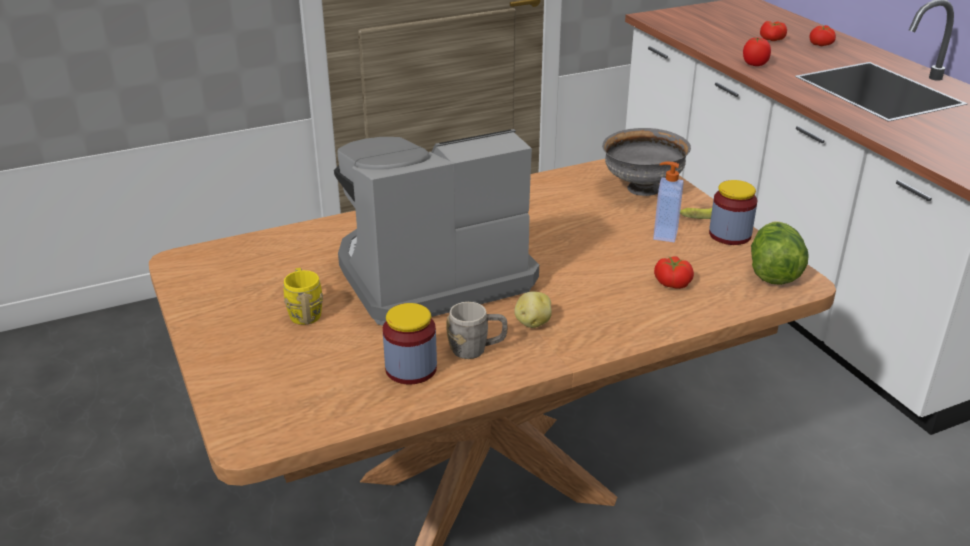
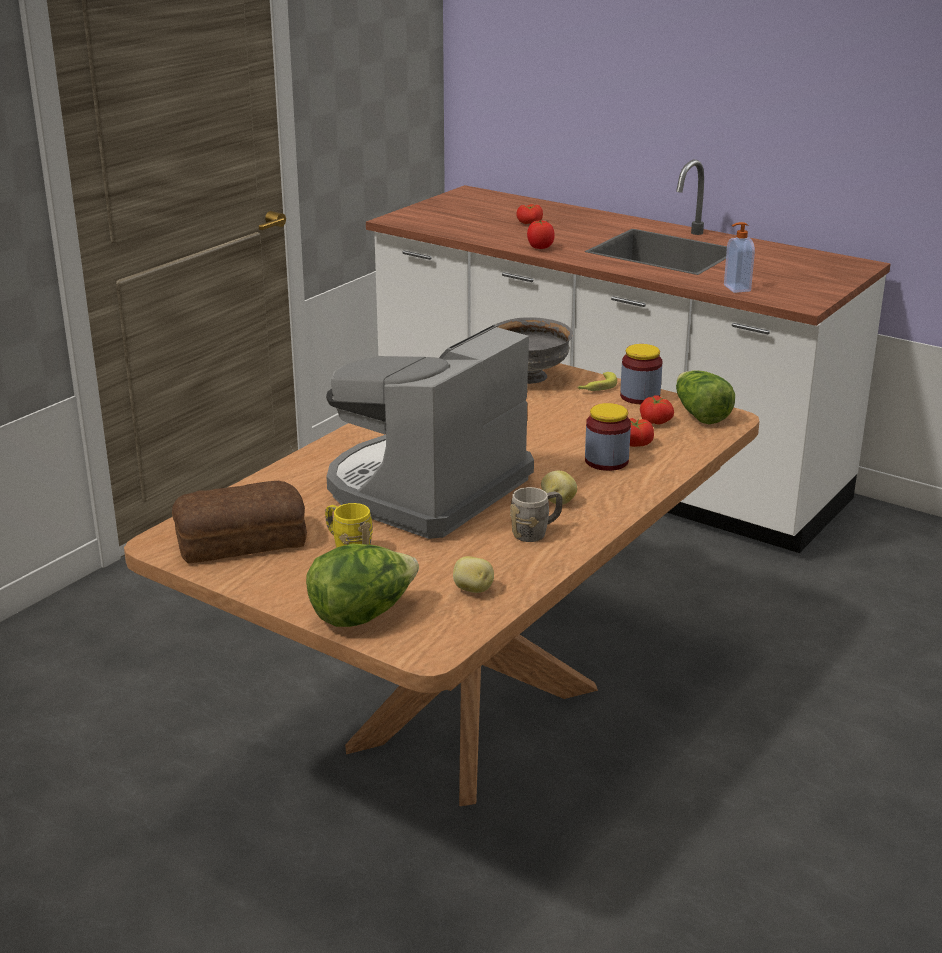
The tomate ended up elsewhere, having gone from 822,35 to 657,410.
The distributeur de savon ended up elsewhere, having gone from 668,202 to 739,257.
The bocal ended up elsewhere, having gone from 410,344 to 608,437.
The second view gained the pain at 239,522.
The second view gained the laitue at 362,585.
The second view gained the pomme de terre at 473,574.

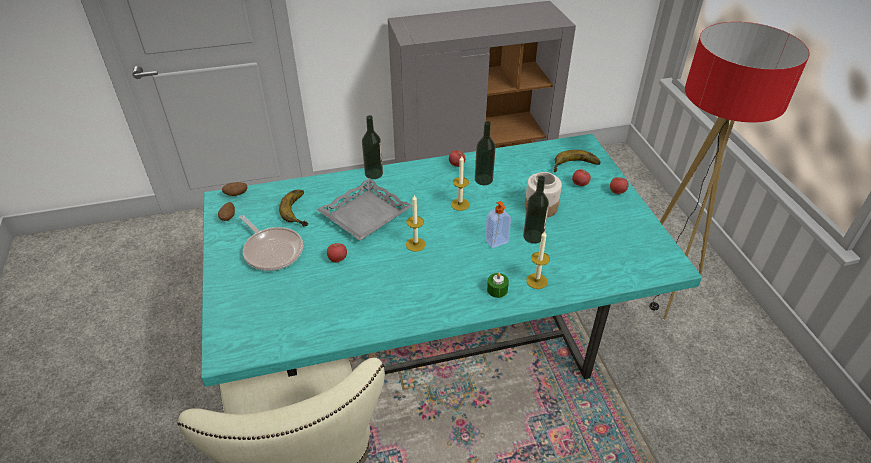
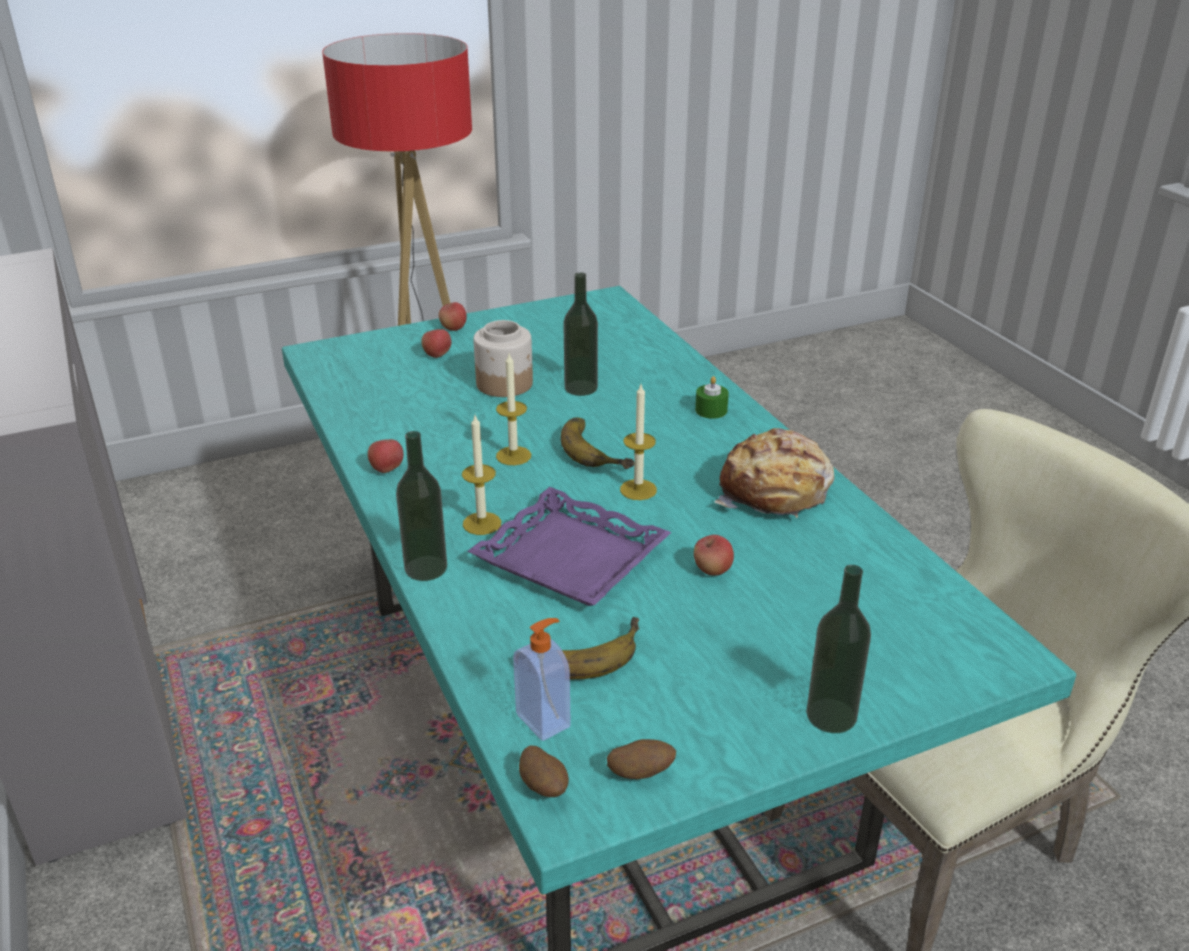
The bouteille ended up elsewhere, having gone from 485,153 to 838,649.
The banane ended up elsewhere, having gone from 577,161 to 597,443.
What was the plateau/gris at 364,209 turned into the plateau/violet at 569,546.
The distributeur de savon ended up elsewhere, having gone from 498,224 to 542,679.
The second view lost the poêle at 271,243.
The bougie ended up elsewhere, having gone from 538,260 to 481,475.
The second view gained the pain at 774,473.

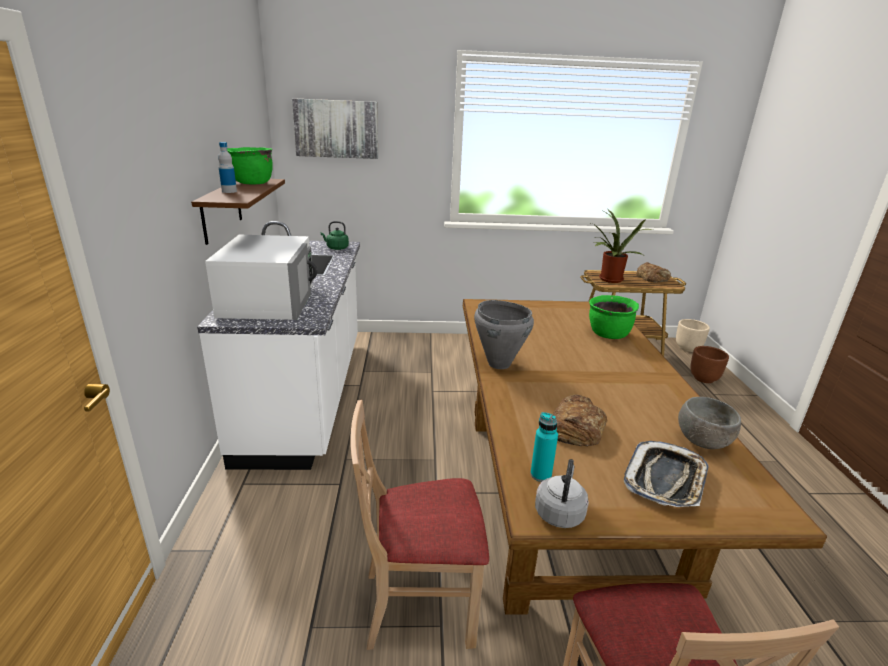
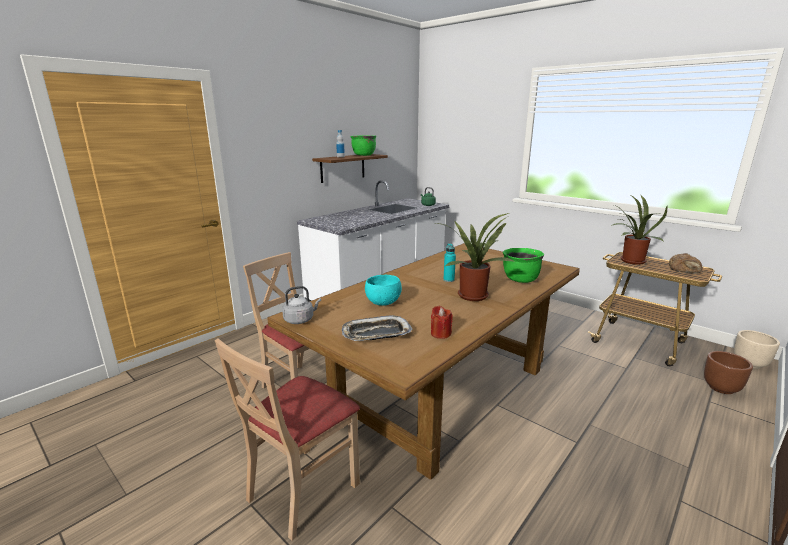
The second view lost the tableau at 335,128.
The second view lost the micro-ondes/blanc at 261,277.
The second view lost the marmite/gris at 504,334.
Where the pain stood at 580,420, the bol/turquoise came to stand at 383,290.
Where the bol/gris stood at 709,423, the bougie/rouge came to stand at 442,322.
The bouteille/turquoise ended up elsewhere, having gone from 544,447 to 449,263.
The second view gained the plante en pot at 476,257.

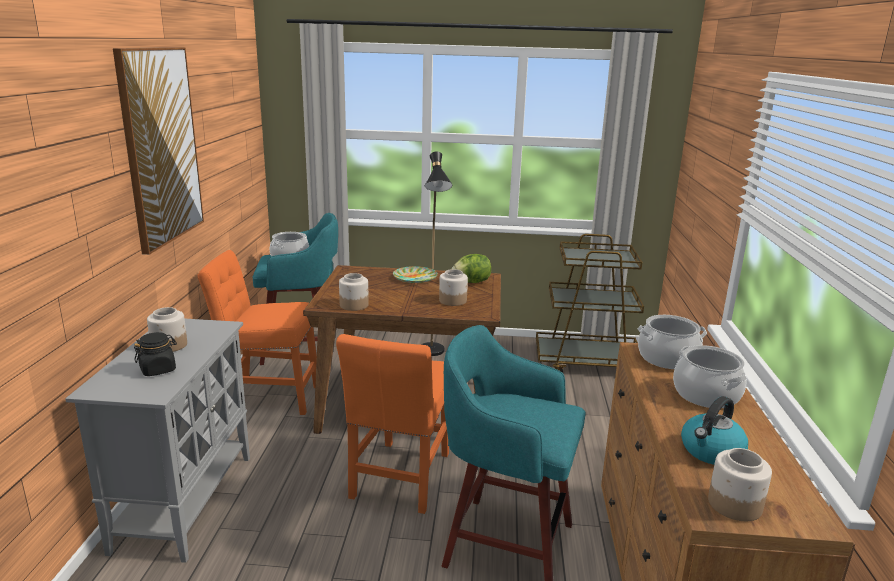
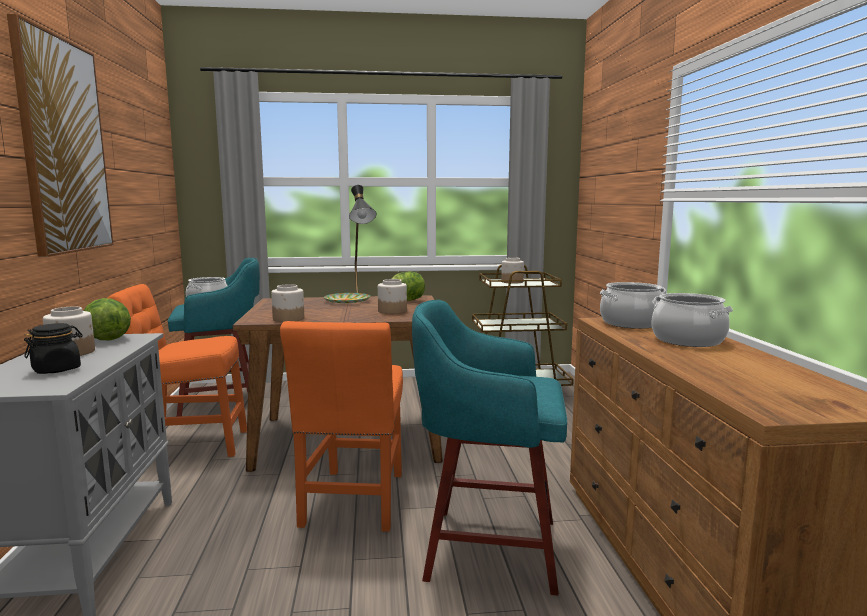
The second view lost the bouilloire at 714,430.
The bocal ended up elsewhere, having gone from 740,484 to 512,270.
The second view gained the laitue at 107,319.

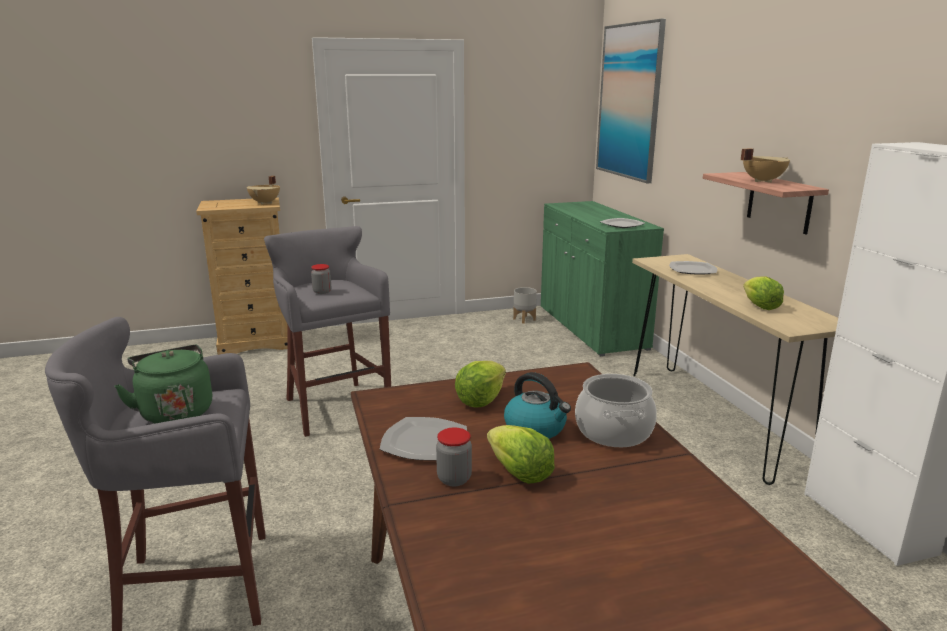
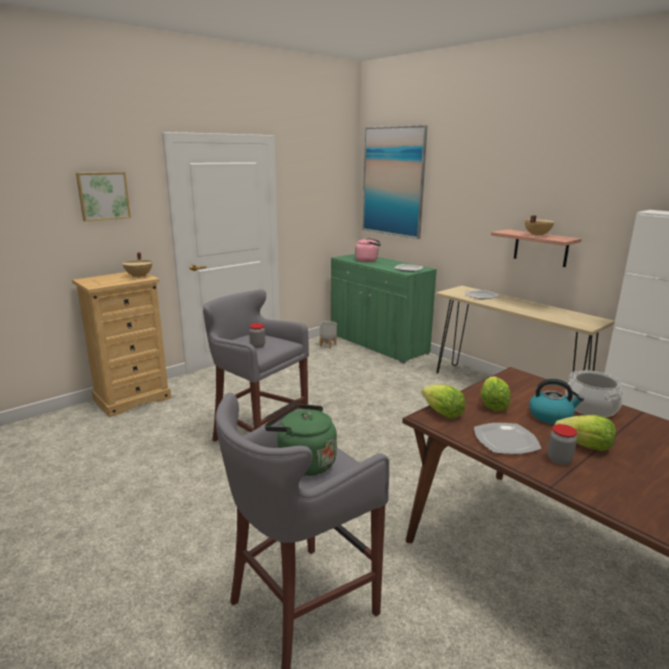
The laitue ended up elsewhere, having gone from 763,293 to 443,401.
The second view gained the tableau at 103,196.
The second view gained the bouilloire/rose at 368,250.

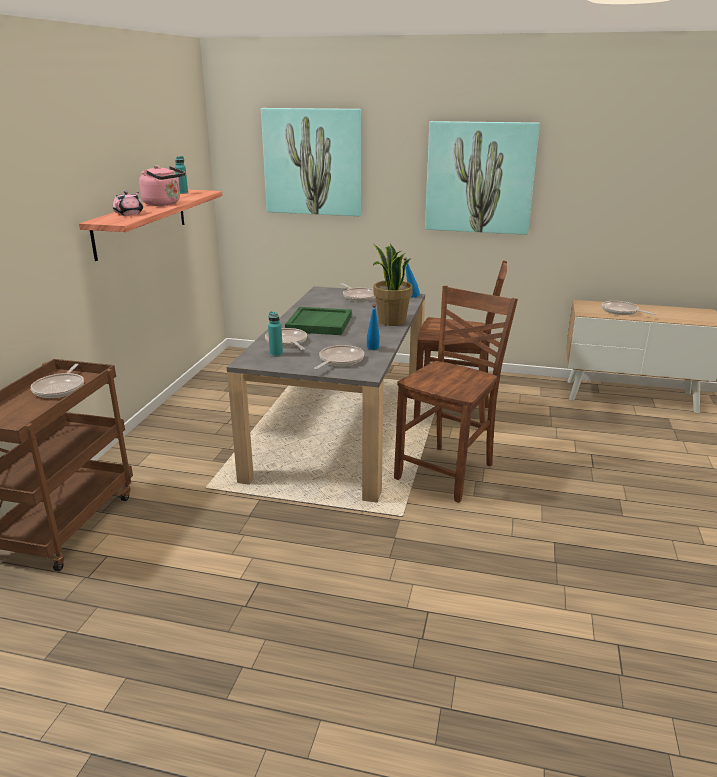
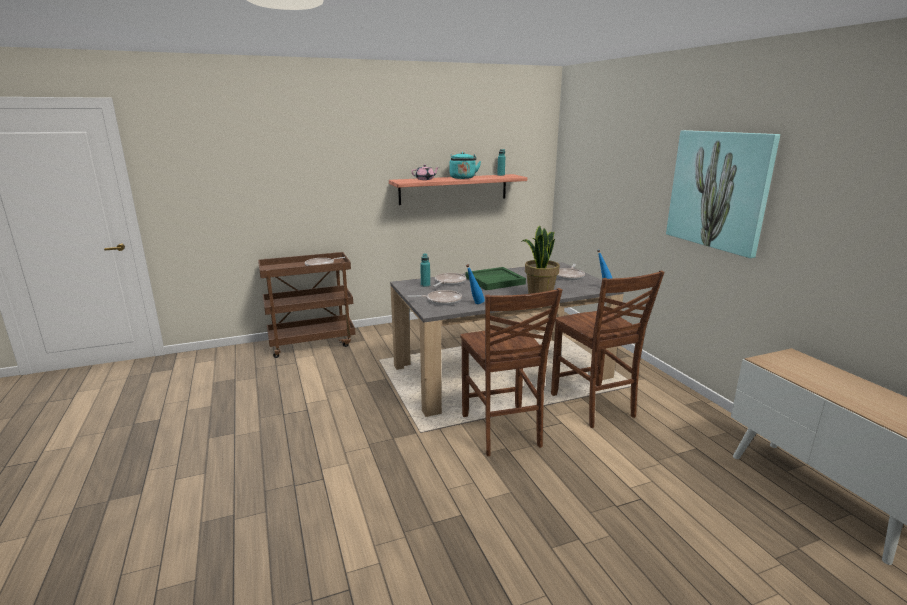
The second view lost the tableau at 311,162.
What was the bouilloire/rose at 162,185 turned into the bouilloire/turquoise at 465,165.
The chaise/marron at 456,394 ended up facing another way, 75 degrees clockwise from before.
The second view lost the poêle at 629,308.

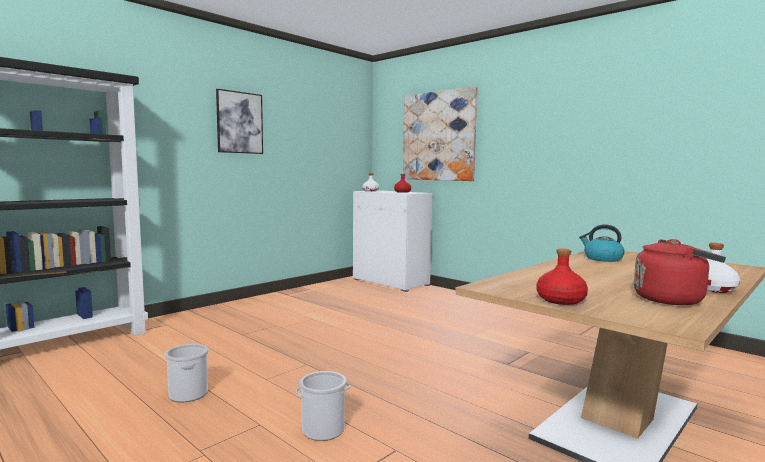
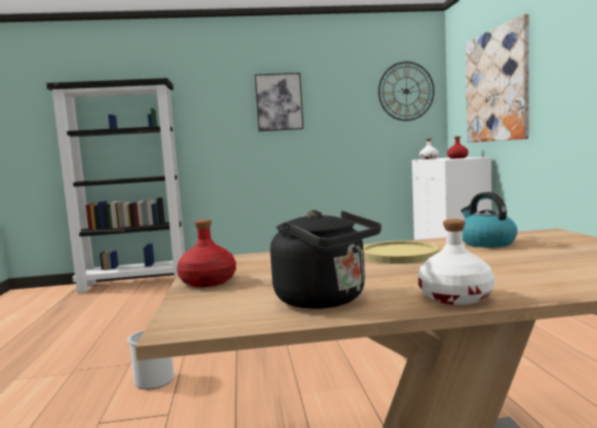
What was the bouilloire/rouge at 680,272 turned into the bouilloire/noir at 326,259.
The second view lost the seau at 187,373.
The second view gained the horloge murale at 406,91.
The second view gained the assiette/jaune at 401,252.

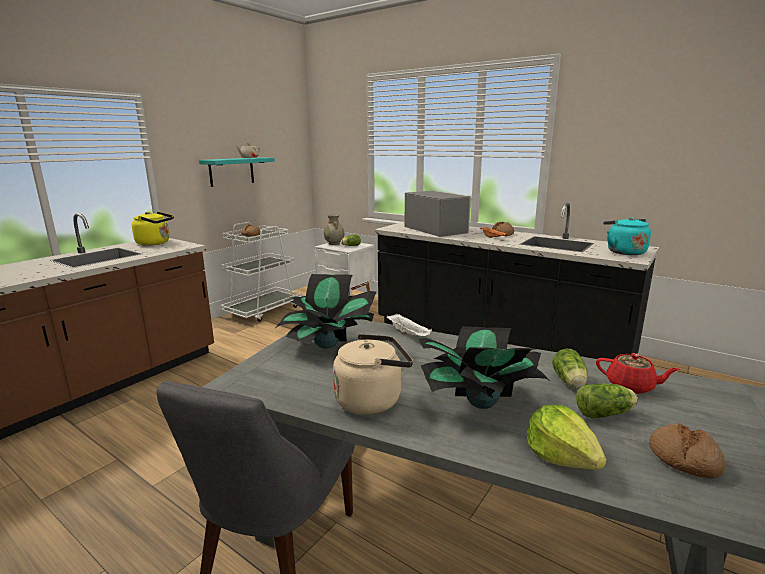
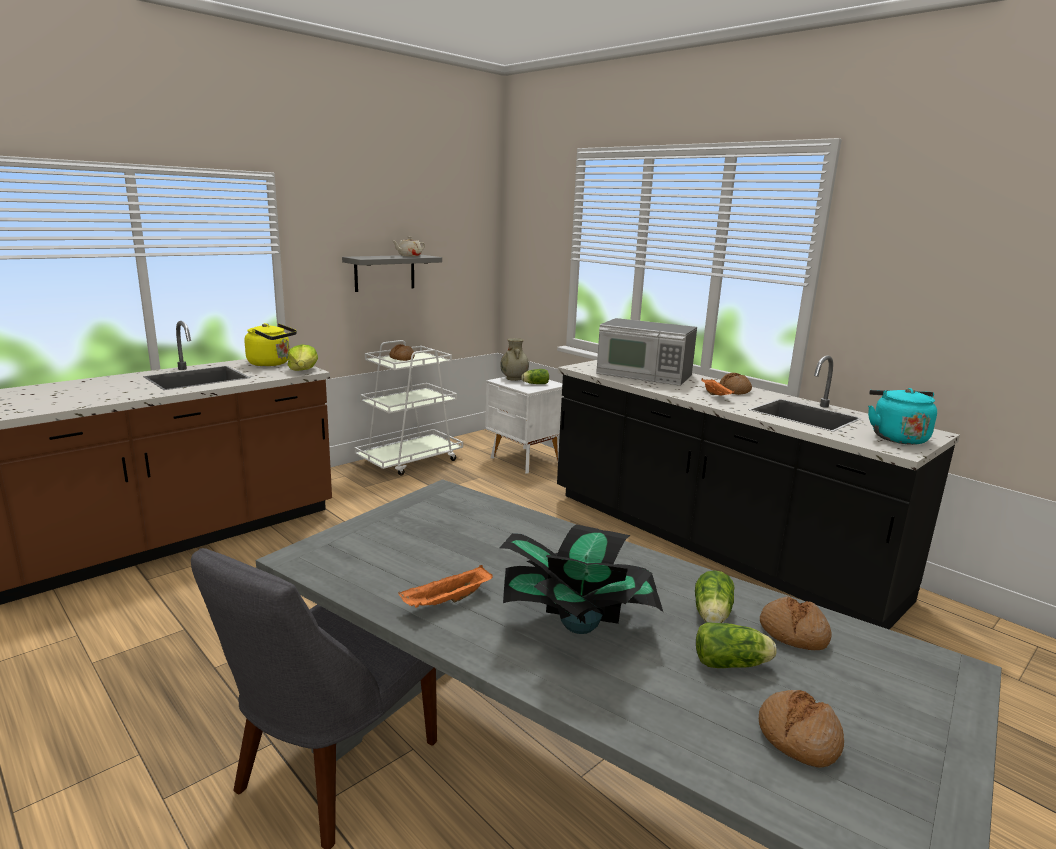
What was the étagère/turquoise at 237,172 turned into the étagère/gris at 392,273.
The micro-ondes at 439,214 ended up facing another way, 135 degrees clockwise from before.
The second view lost the plante en pot at 326,311.
The second view lost the plateau/blanc at 409,325.
Where the bouilloire/beige stood at 373,374, the plateau/orange came to stand at 445,586.
Where the théière/rouge stood at 638,373, the pain came to stand at 796,623.
The laitue ended up elsewhere, having gone from 567,437 to 303,357.

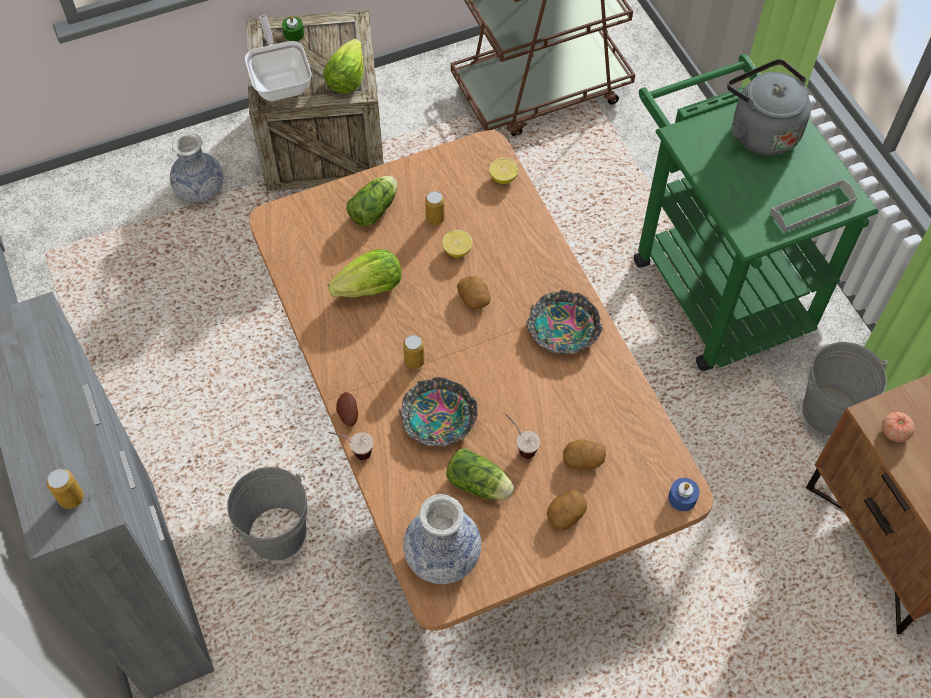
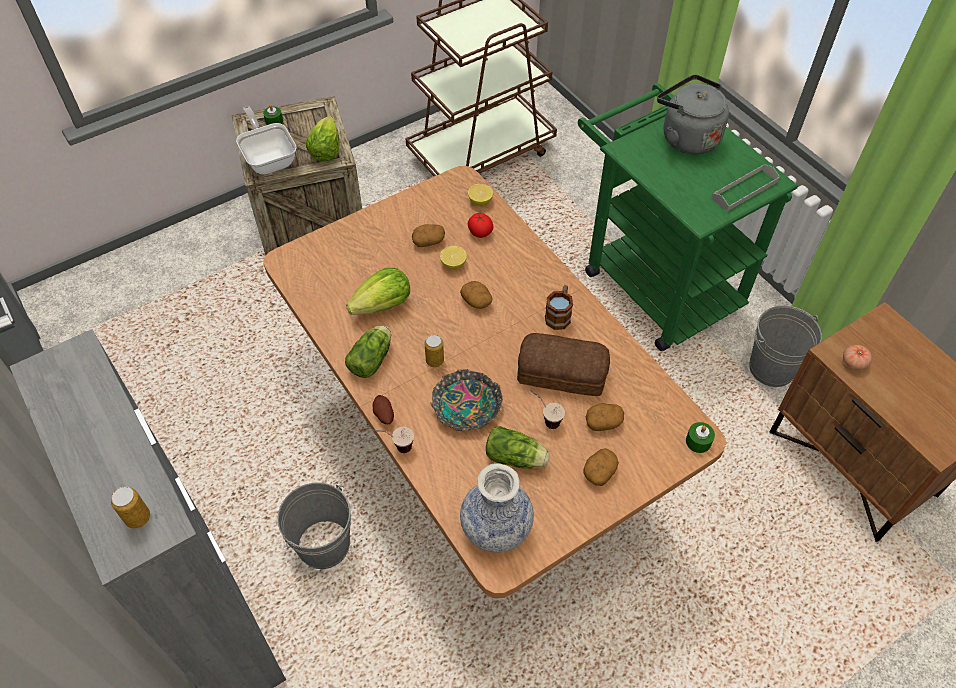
The second view lost the vase at 196,167.
The laitue ended up elsewhere, having gone from 372,201 to 368,351.
Where the boîte métallique stood at 435,208, the pomme de terre came to stand at 428,235.
Where the bol stood at 564,322, the mug came to stand at 559,307.
What was the bougie/bleu at 684,494 turned into the bougie/vert at 700,437.
The second view gained the tomate at 480,225.
The second view gained the pain at 563,364.

